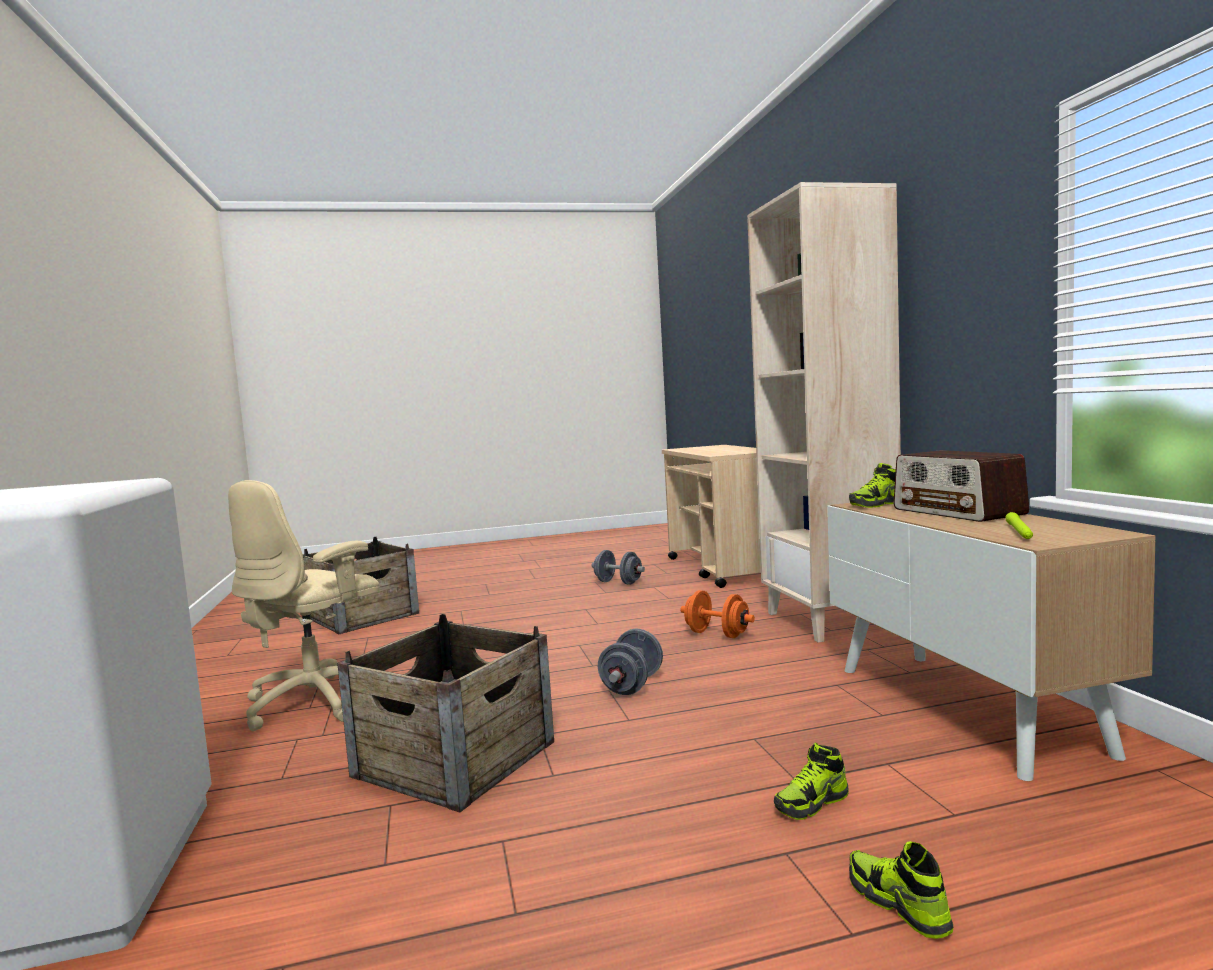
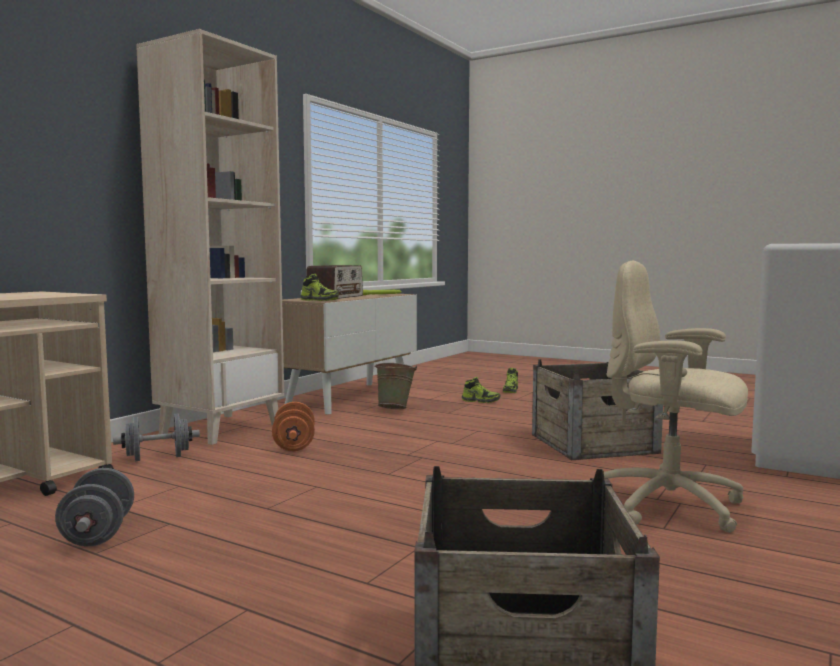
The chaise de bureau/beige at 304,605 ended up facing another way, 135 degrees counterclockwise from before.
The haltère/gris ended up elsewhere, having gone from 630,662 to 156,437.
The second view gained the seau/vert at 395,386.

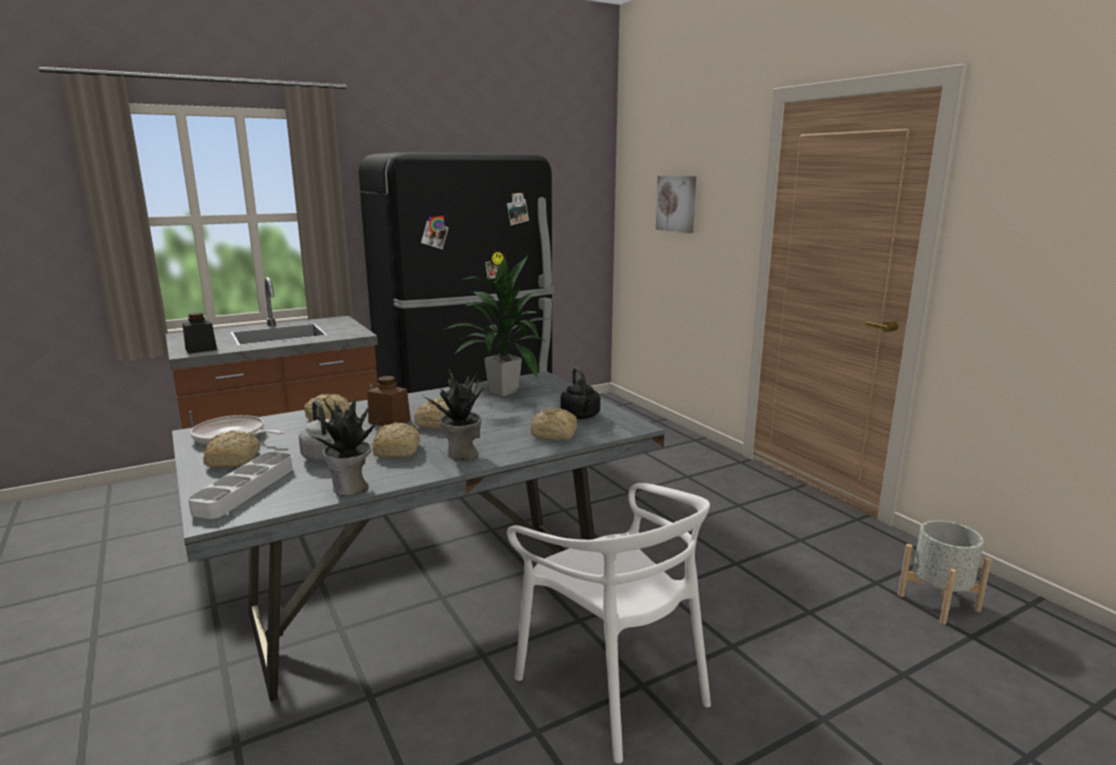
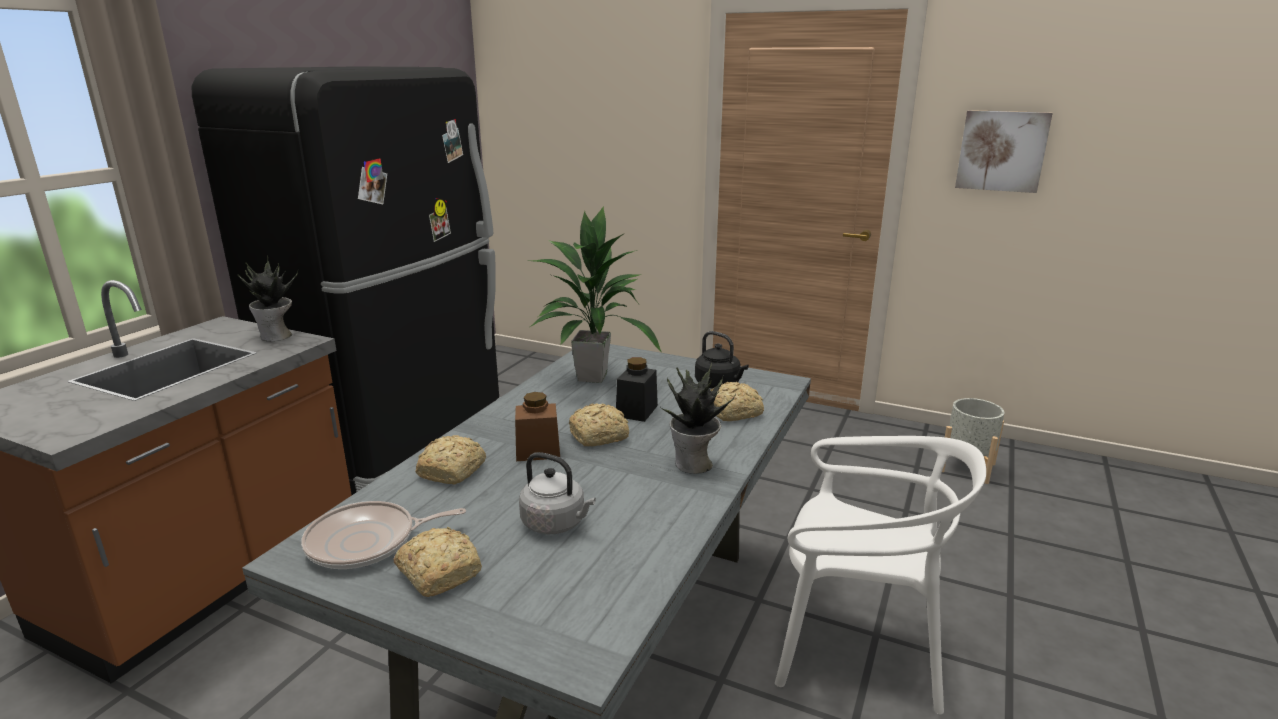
The tableau ended up elsewhere, having gone from 676,204 to 1004,151.
The bocal/noir ended up elsewhere, having gone from 199,333 to 637,389.
The plante en pot ended up elsewhere, having gone from 344,444 to 268,298.
The second view lost the pain at 396,440.
The second view lost the plateau/gris at 240,485.

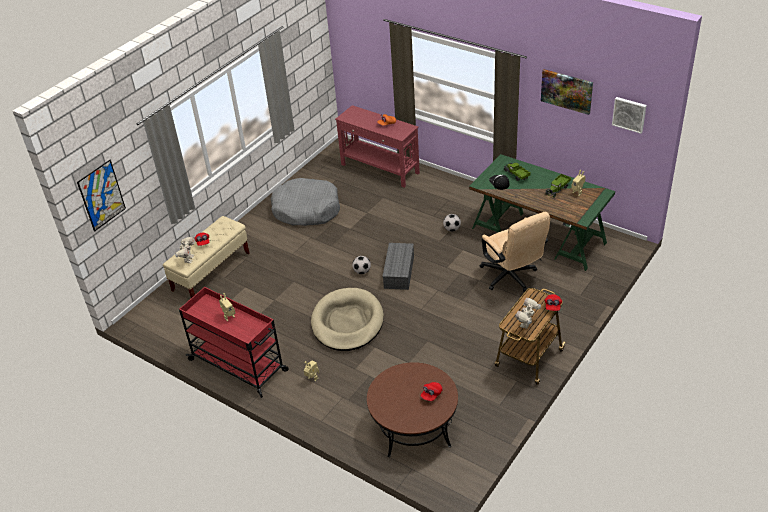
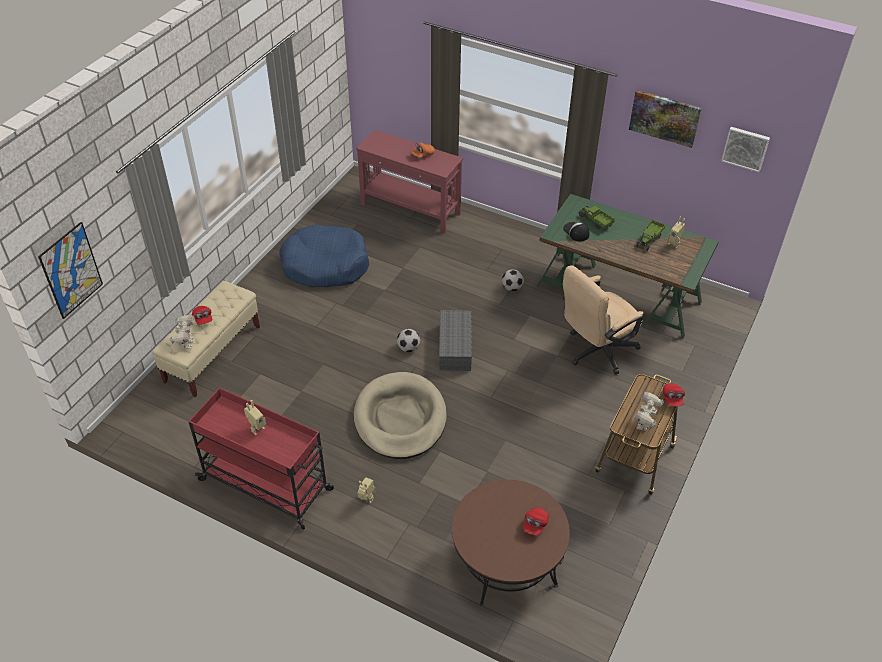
What was the panier pour chien/gris at 305,202 turned into the panier pour chien/bleu at 324,256.
The chaise de bureau/beige at 515,252 ended up facing another way, 90 degrees clockwise from before.

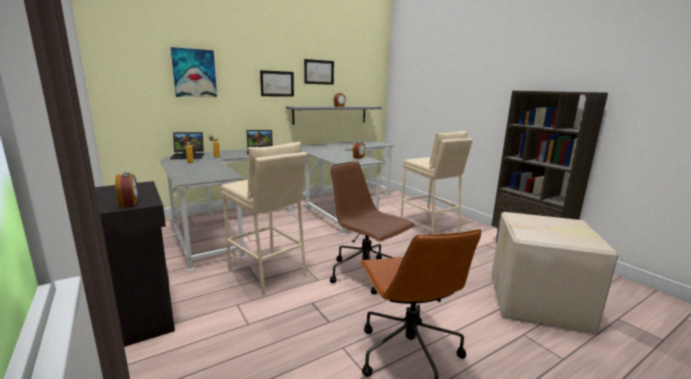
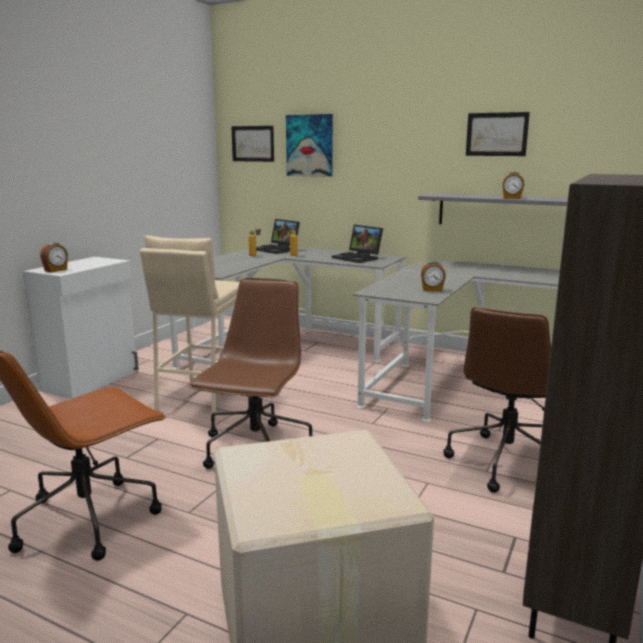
The tableau ended up elsewhere, having gone from 277,83 to 252,144.
Where the tabouret/beige stood at 437,182, the chaise de bureau/marron came to stand at 497,400.
What was the meuble de rangement/noir at 135,264 turned into the meuble de rangement/blanc at 81,328.

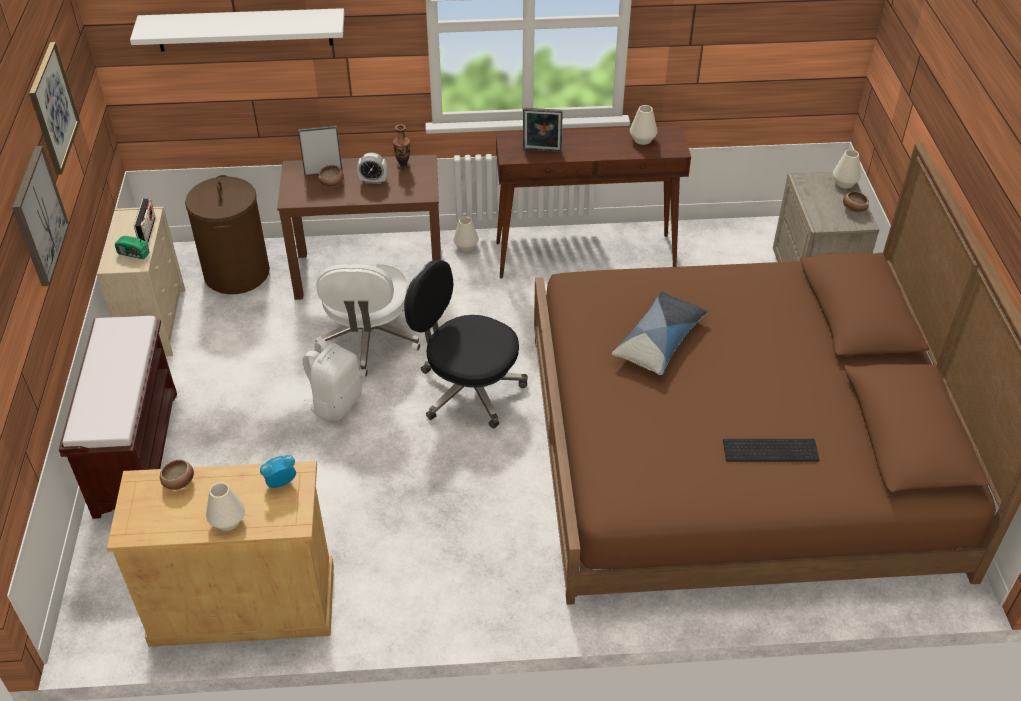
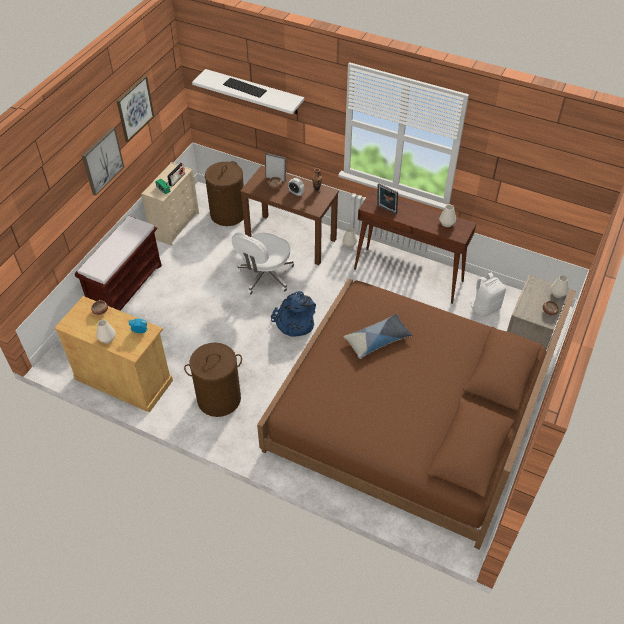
Where the chaise de bureau/noir stood at 466,344, the sac à dos/bleu came to stand at 293,314.
The sac à dos/blanc ended up elsewhere, having gone from 332,379 to 488,295.
The clavier ended up elsewhere, having gone from 771,450 to 245,88.
The second view gained the panier à linge/marron at 213,380.

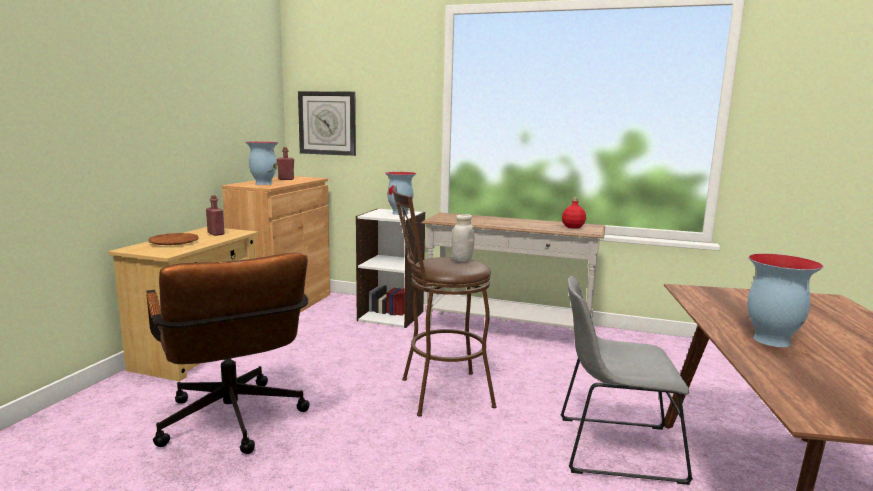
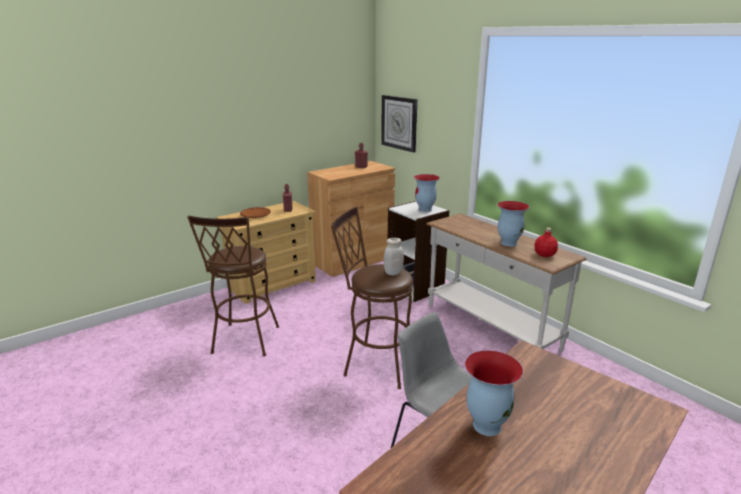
The vase ended up elsewhere, having gone from 261,163 to 513,224.
Where the chaise de bureau/marron stood at 228,353, the tabouret/marron came to stand at 233,285.

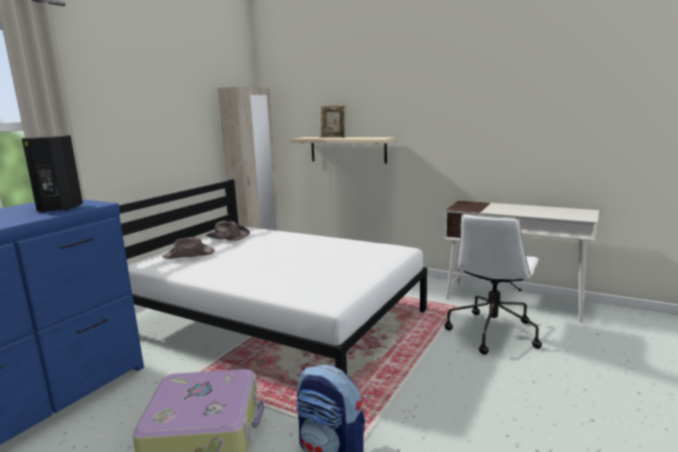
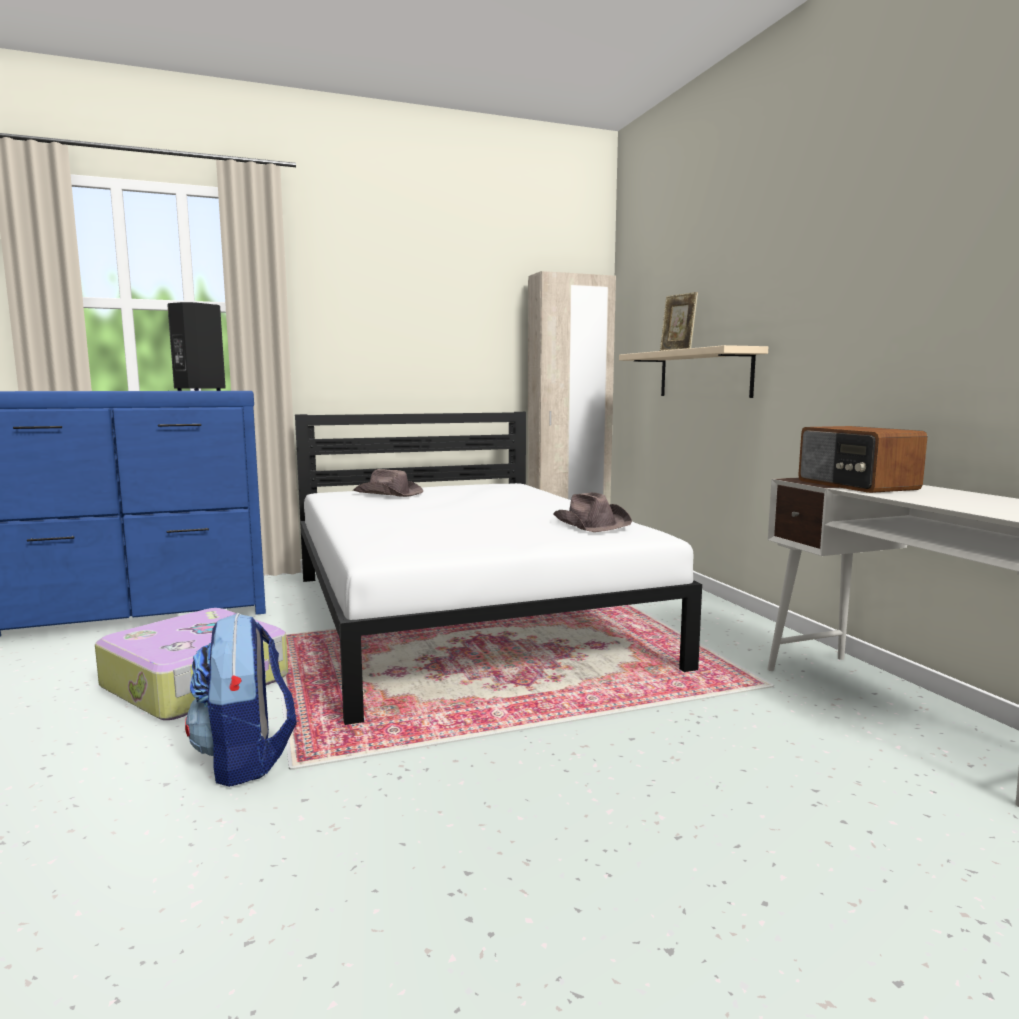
The second view lost the chaise de bureau/blanc at 493,284.
The chapeau/marron ended up elsewhere, having gone from 228,231 to 592,512.
The second view gained the radio at 862,459.

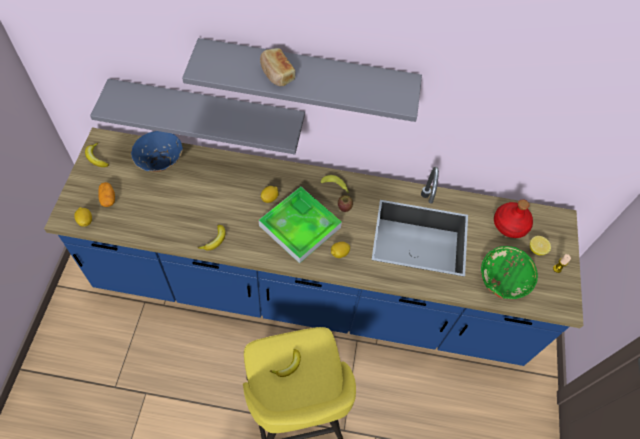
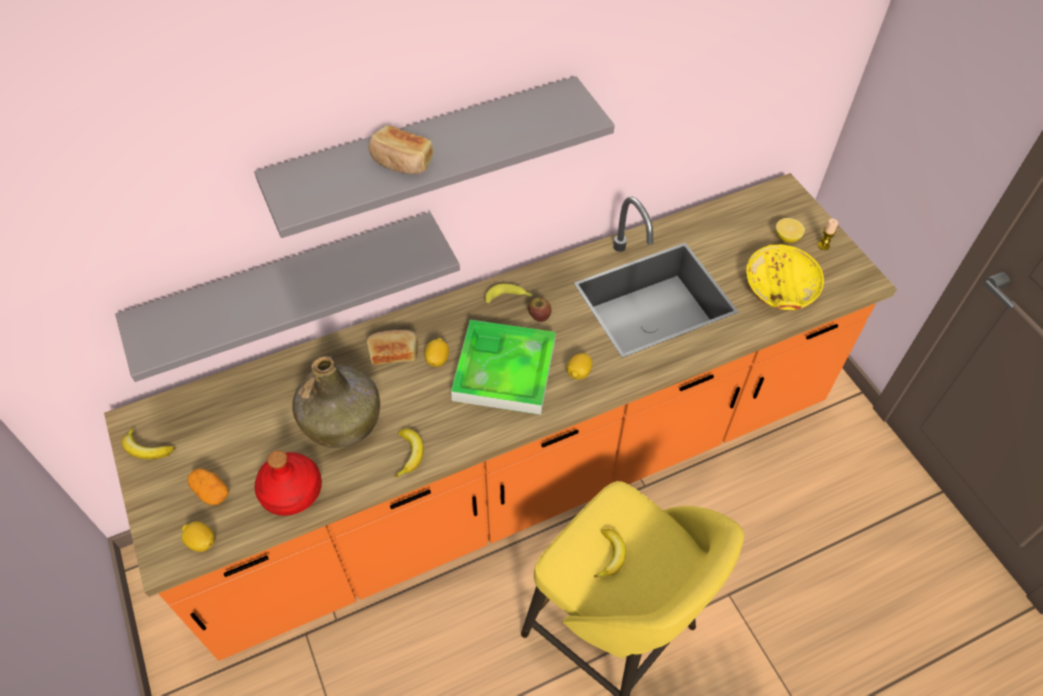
What was the comptoir de cuisine/bleu at 313,246 turned into the comptoir de cuisine/orange at 500,417.
The second view lost the bol/bleu at 157,151.
The bouteille/rouge ended up elsewhere, having gone from 513,218 to 288,483.
What was the bol/vert at 509,272 turned into the bol/jaune at 785,277.
The second view gained the pain at 392,347.
The second view gained the bouteille/vert at 336,402.

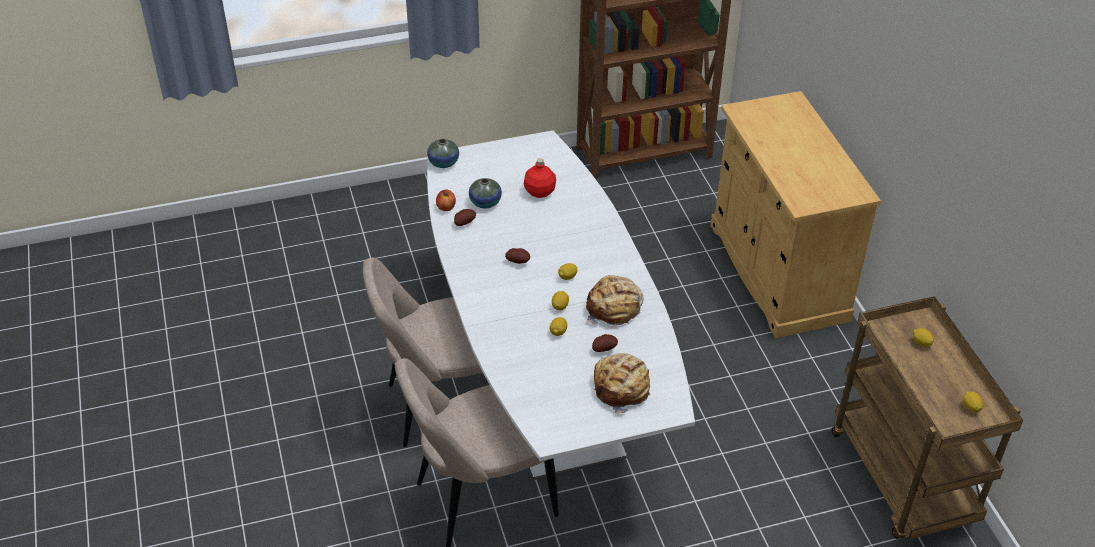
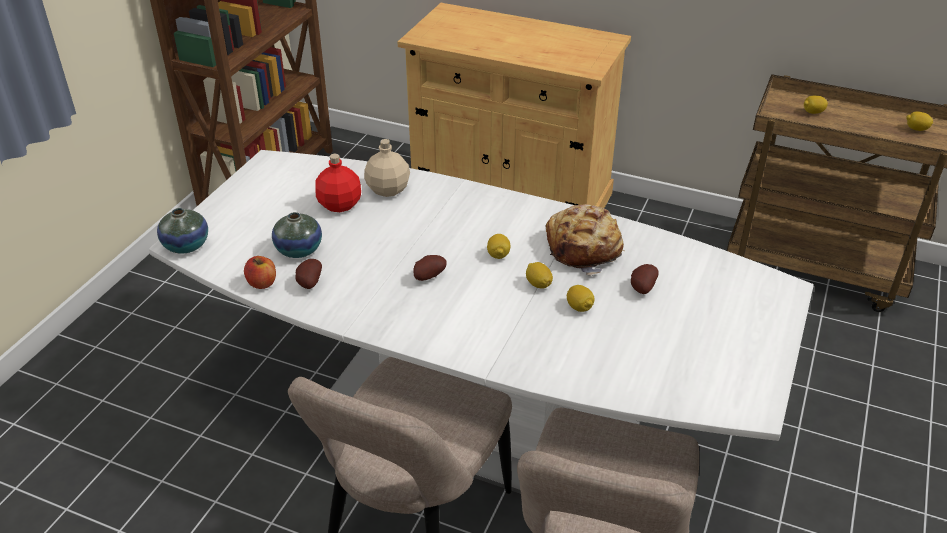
The second view lost the pain at 622,383.
The second view gained the bouteille/beige at 387,168.

